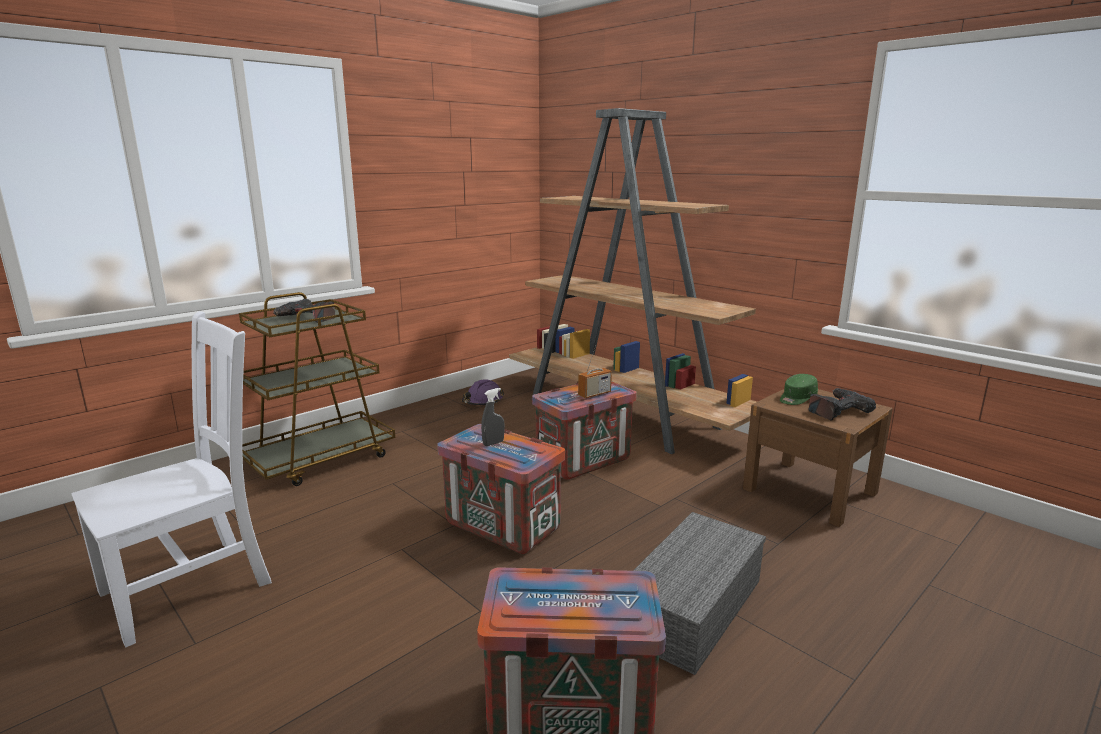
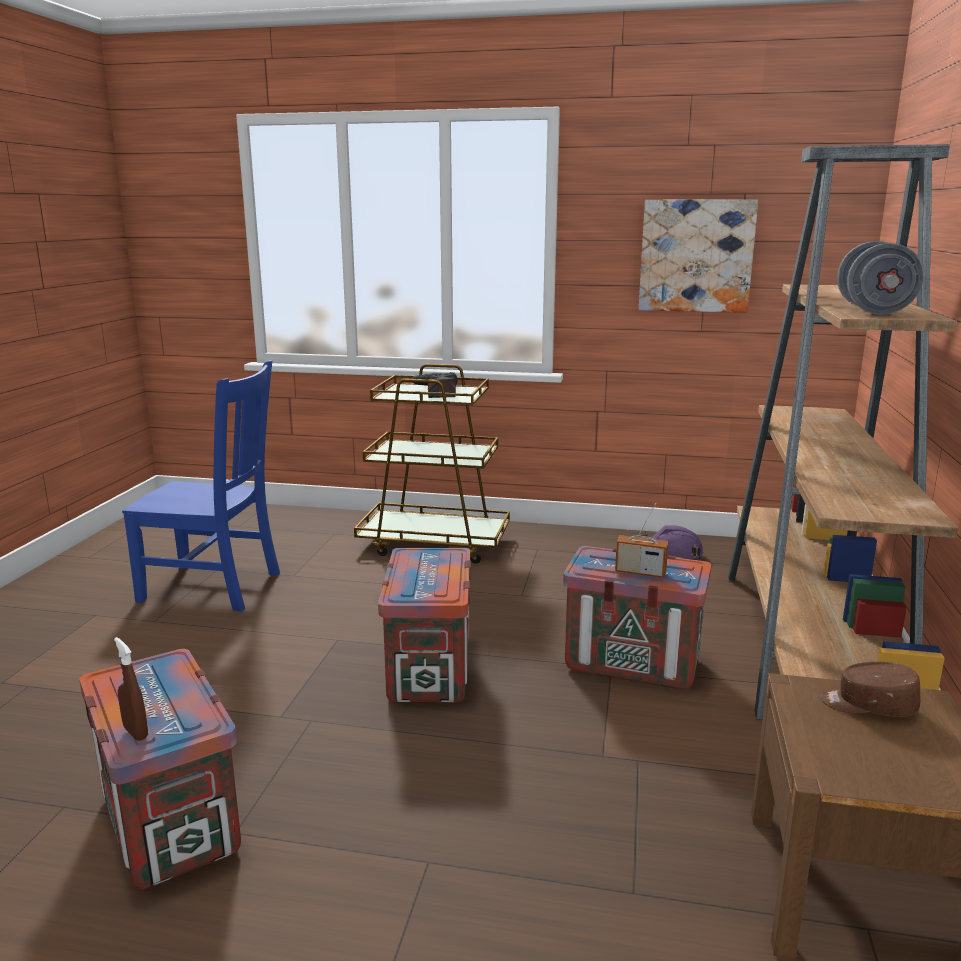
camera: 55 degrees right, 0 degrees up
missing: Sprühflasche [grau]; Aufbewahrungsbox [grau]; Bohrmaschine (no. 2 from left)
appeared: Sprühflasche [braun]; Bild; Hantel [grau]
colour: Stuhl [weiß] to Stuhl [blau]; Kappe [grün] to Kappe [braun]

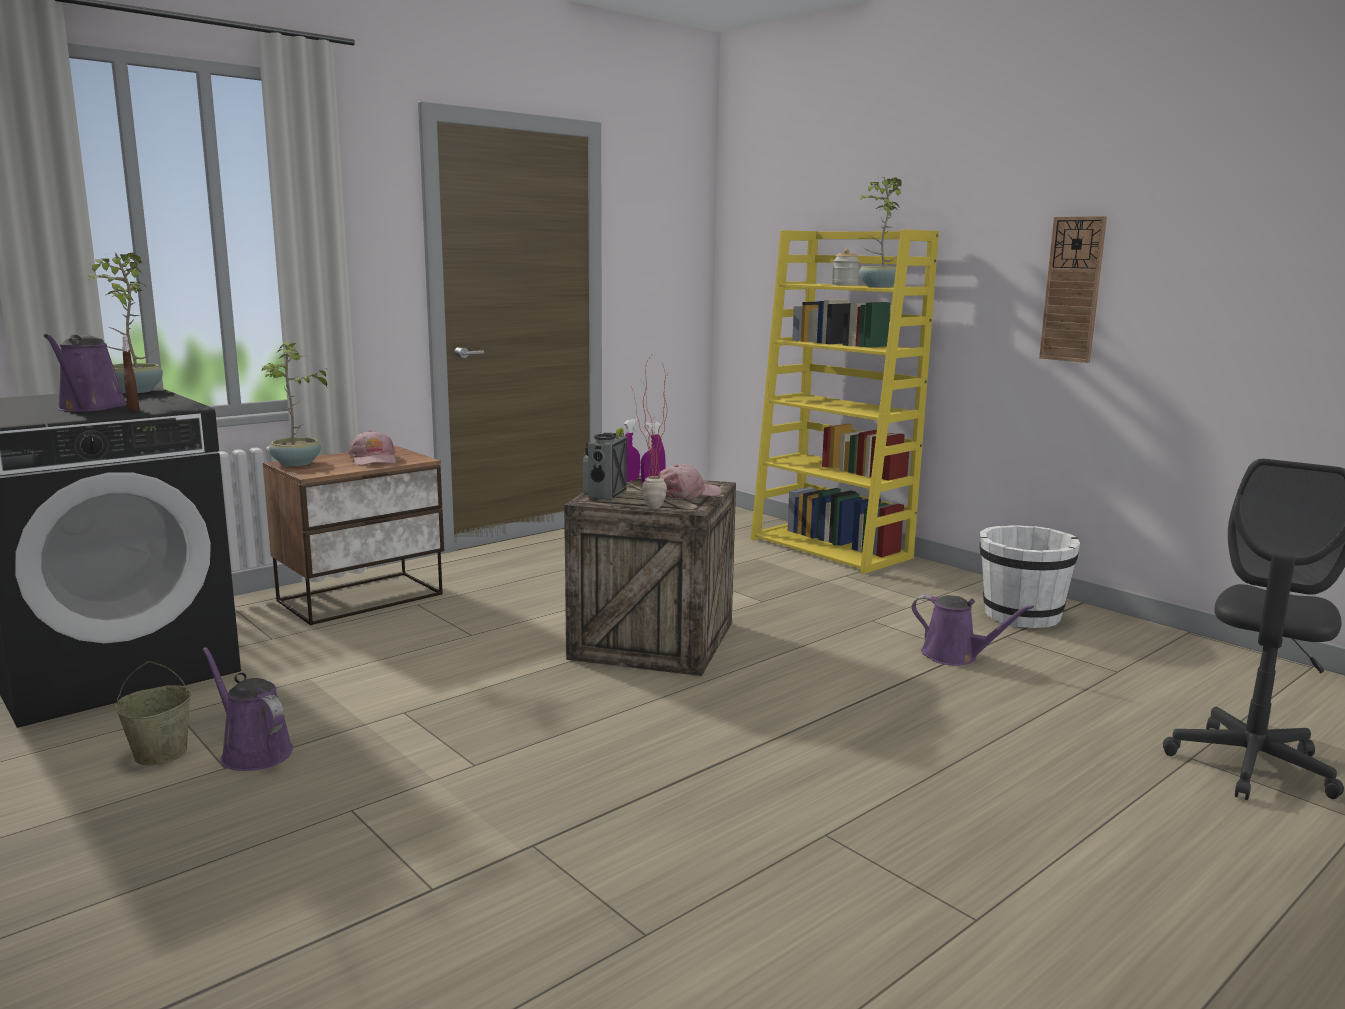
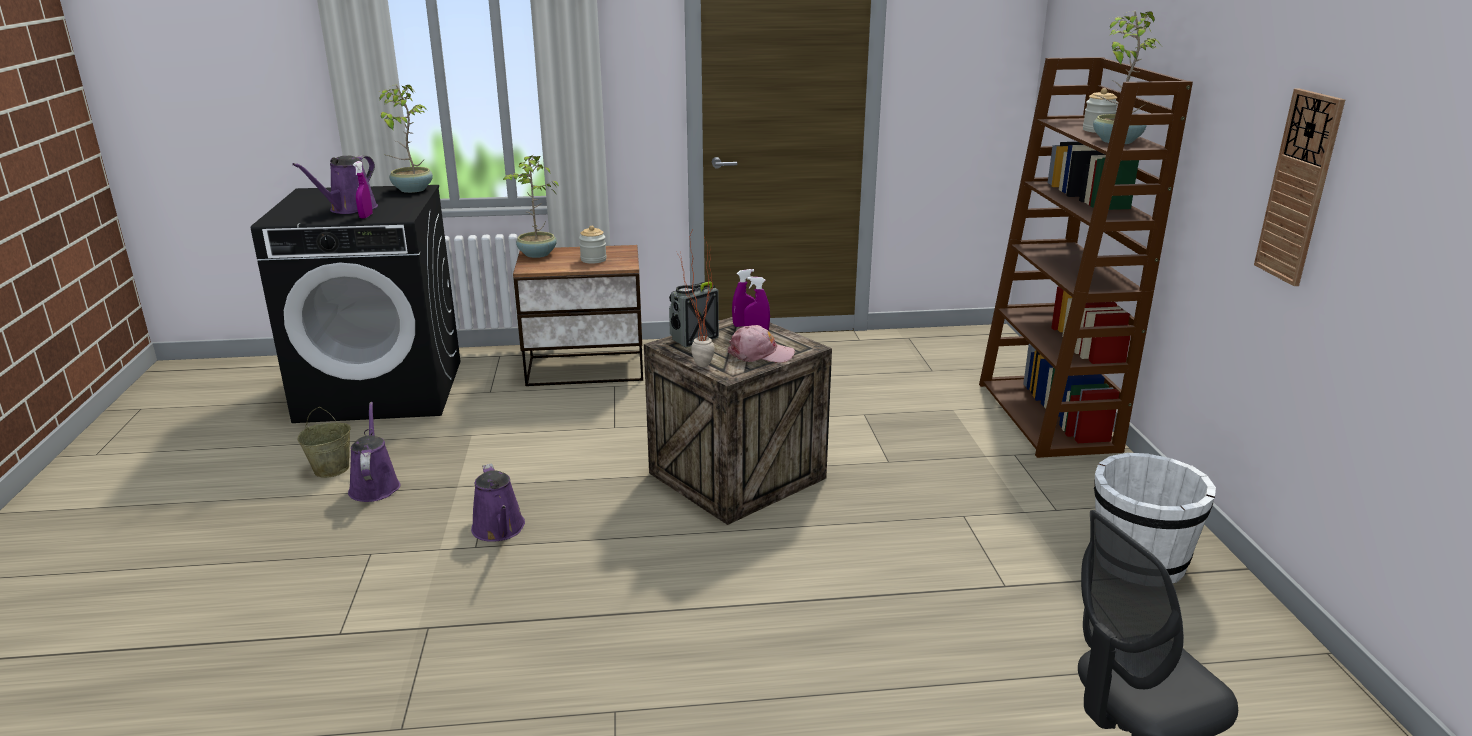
camera: 35 degrees right, 10 degrees up
relocated: Gießkanne [lila] (no. 3 from left)
exchanged: Kappe [rosa] (no. 1 from left) to Vorratsglas (no. 1 from left)
colour: Sprühflasche [braun] to Sprühflasche [lila] (no. 1 from left); Bücherregal [gelb] to Bücherregal [braun]

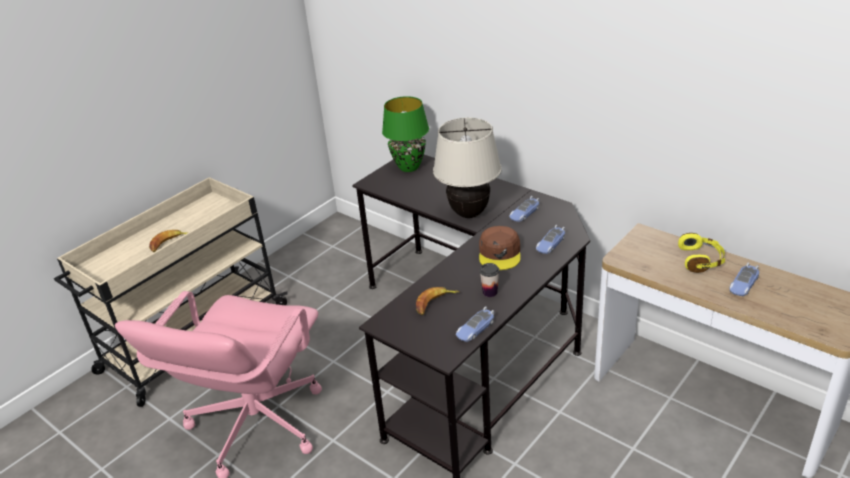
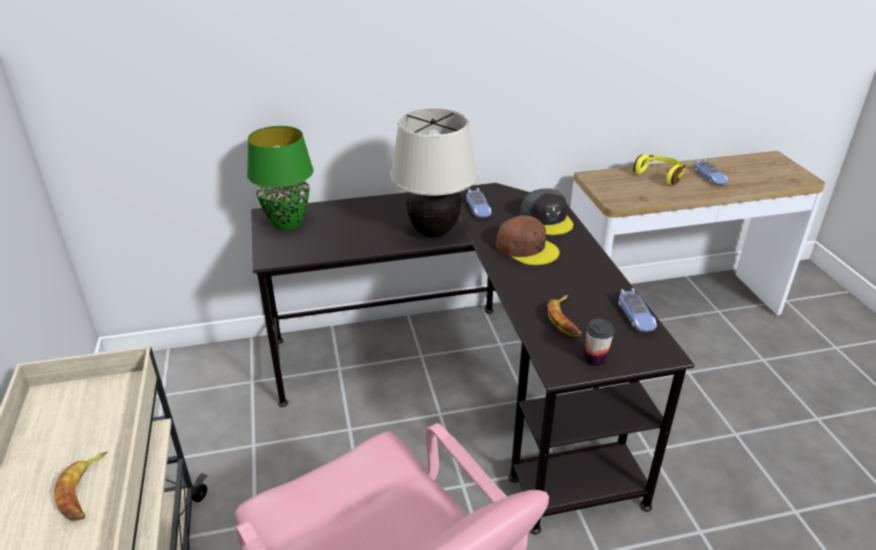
camera: 55 degrees left, 0 degrees up
relocated: Tasse
exchanged: Spielzeugauto (no. 3 from left) to Kappe [grau]

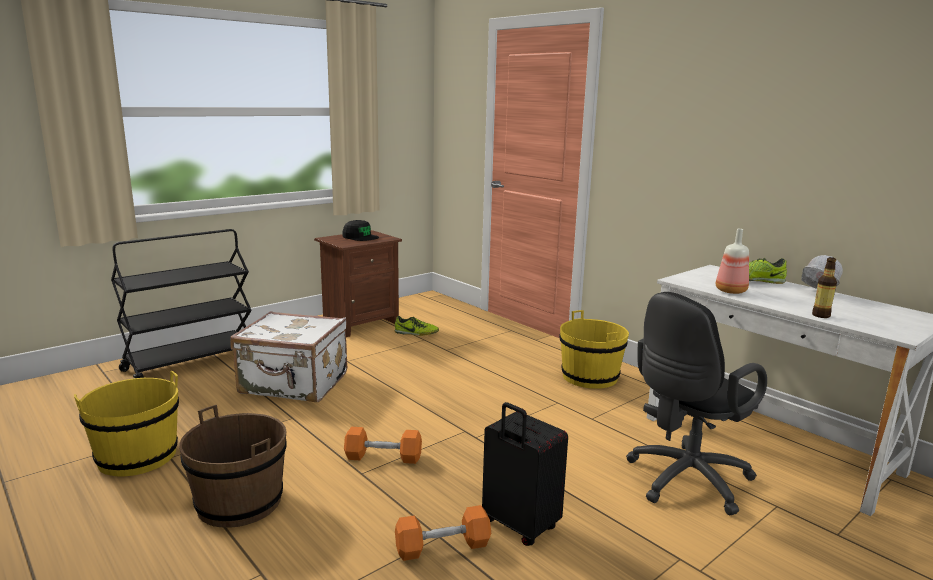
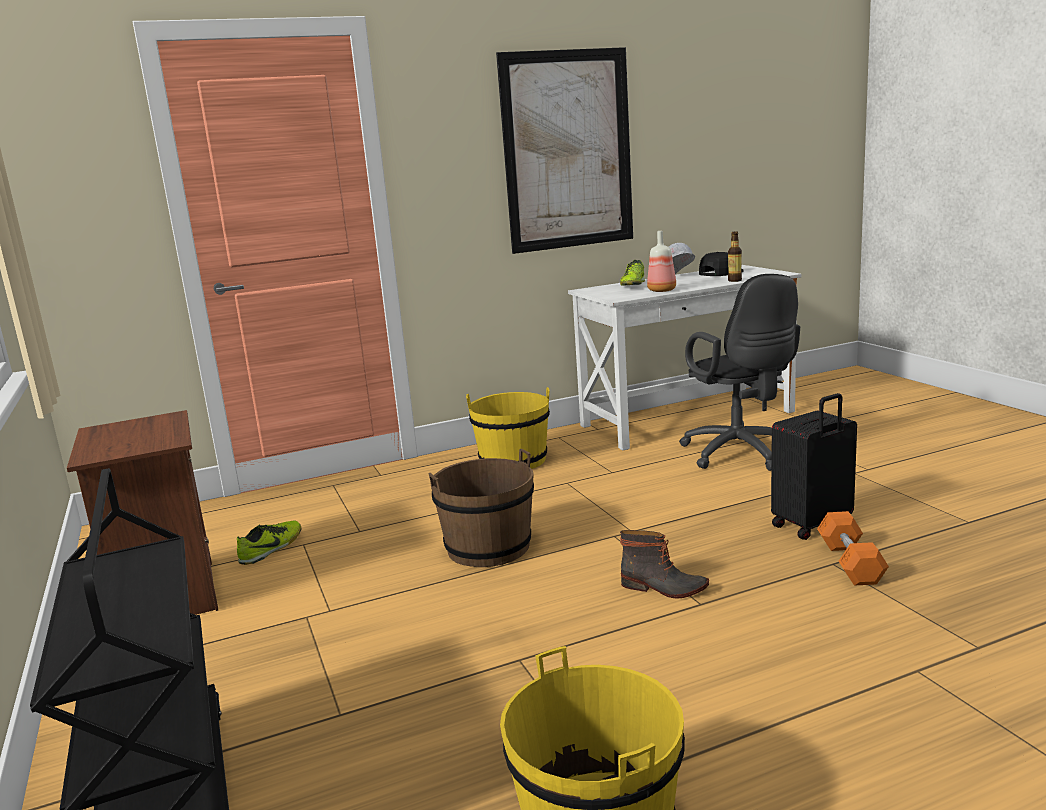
camera: 70 degrees left, 0 degrees up
missing: Koffer [weiß]
appeared: Bild
relocated: Eimer [braun]; Kappe [schwarz]
exchanged: Hantel [orange] (no. 1 from left) to Stiefel

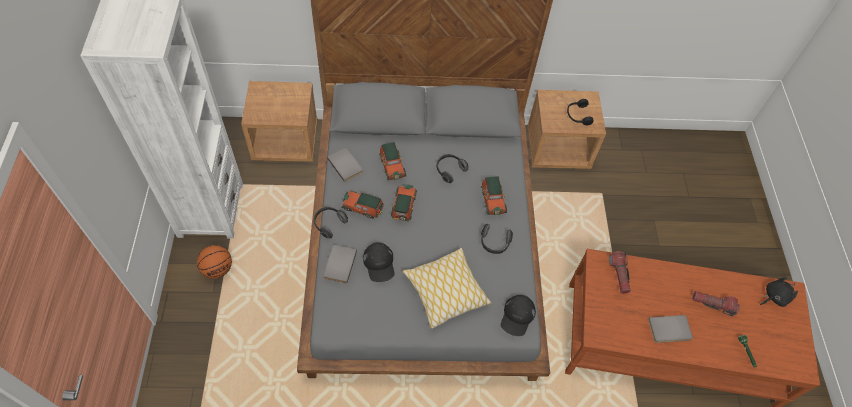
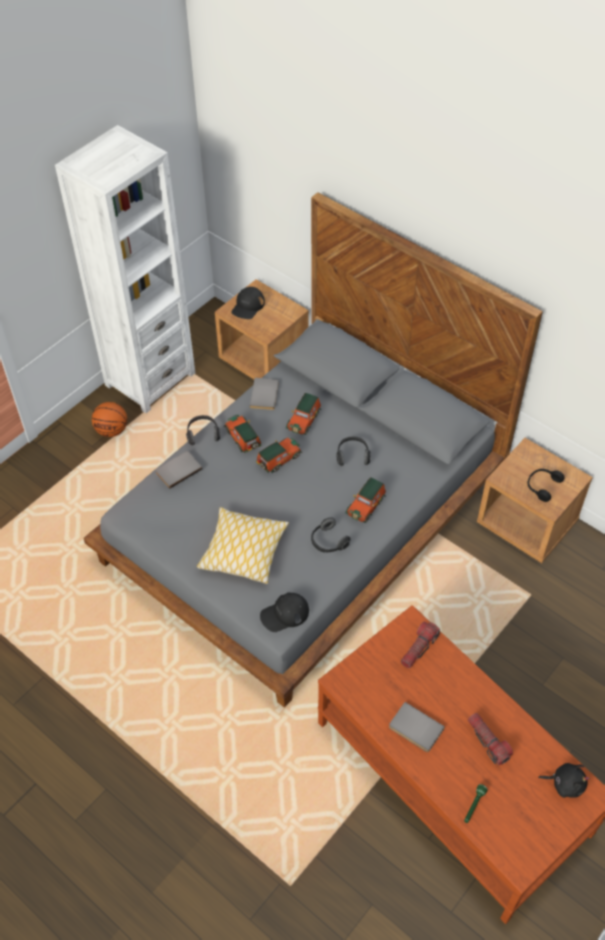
camera: 45 degrees right, 5 degrees down
relocated: Kappe [schwarz] (no. 1 from left)

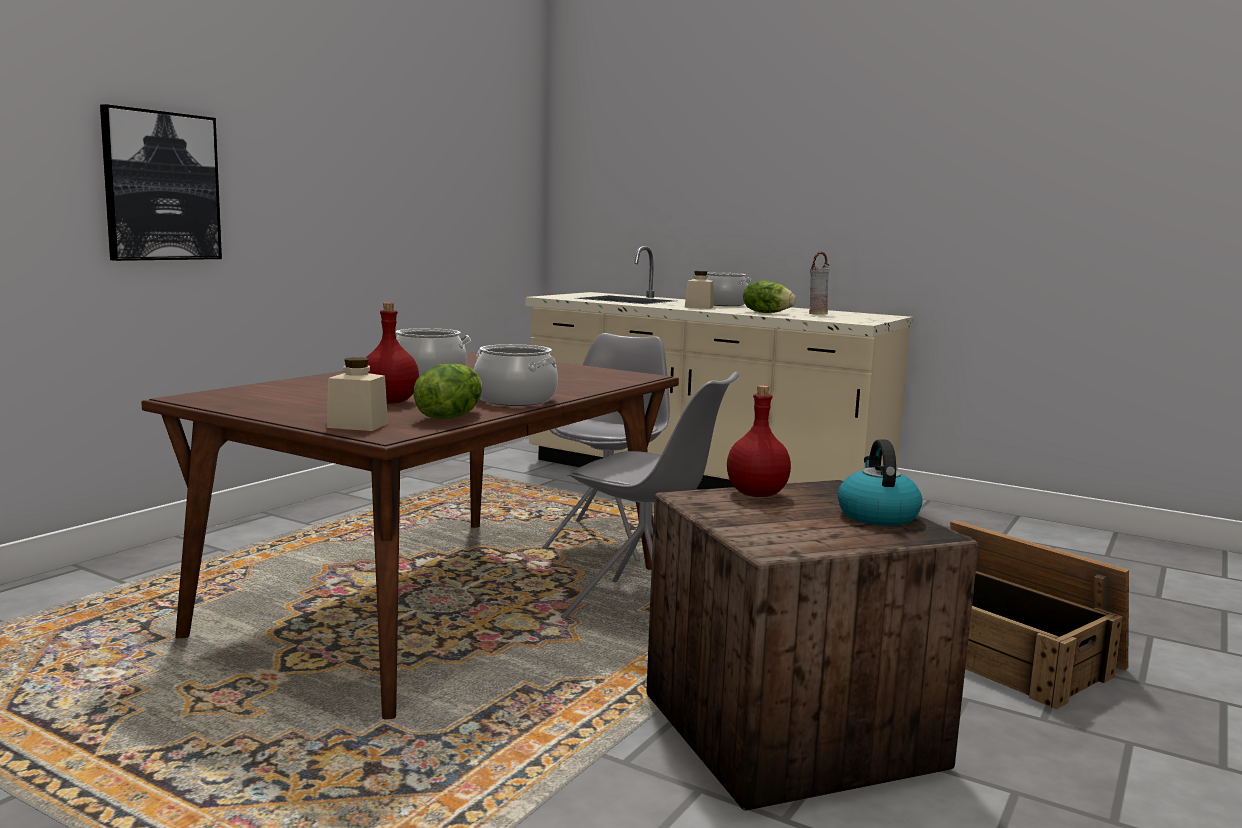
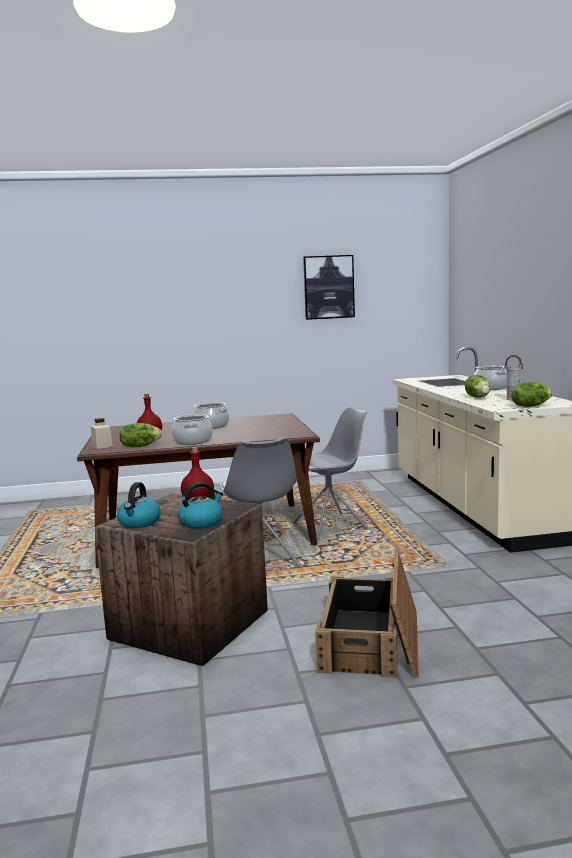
camera: 50 degrees right, 0 degrees up
missing: Vorratsglas [beige] (no. 2 from left)
appeared: Wasserkessel (no. 1 from left); Salatkopf (no. 3 from left)
relocated: Bild

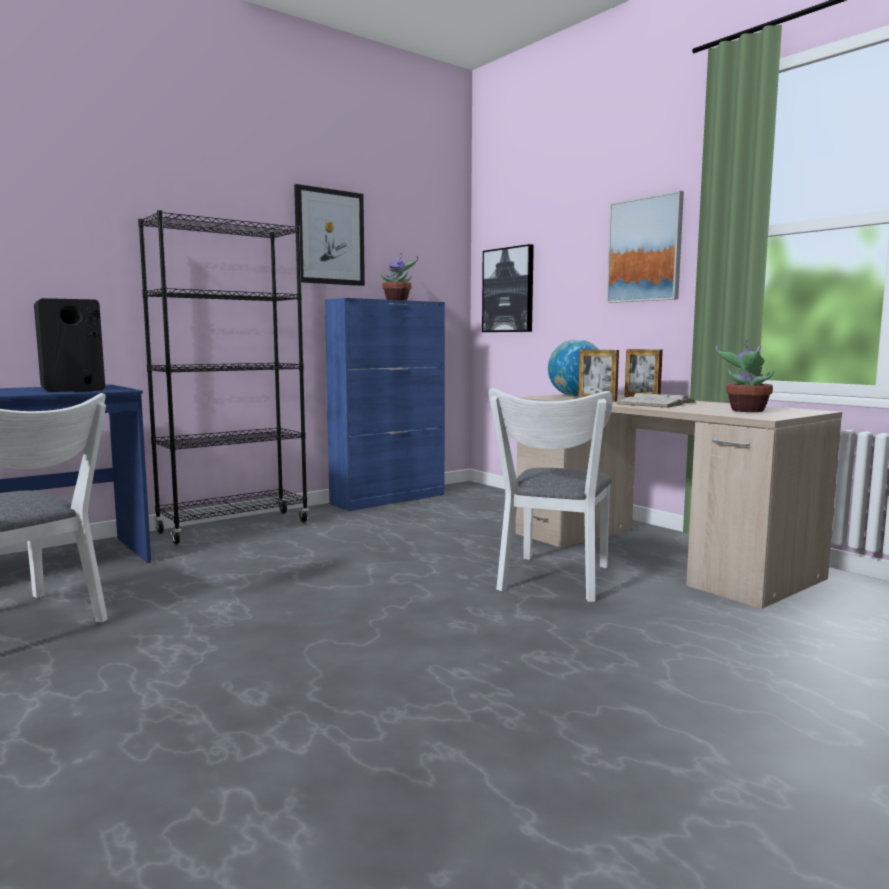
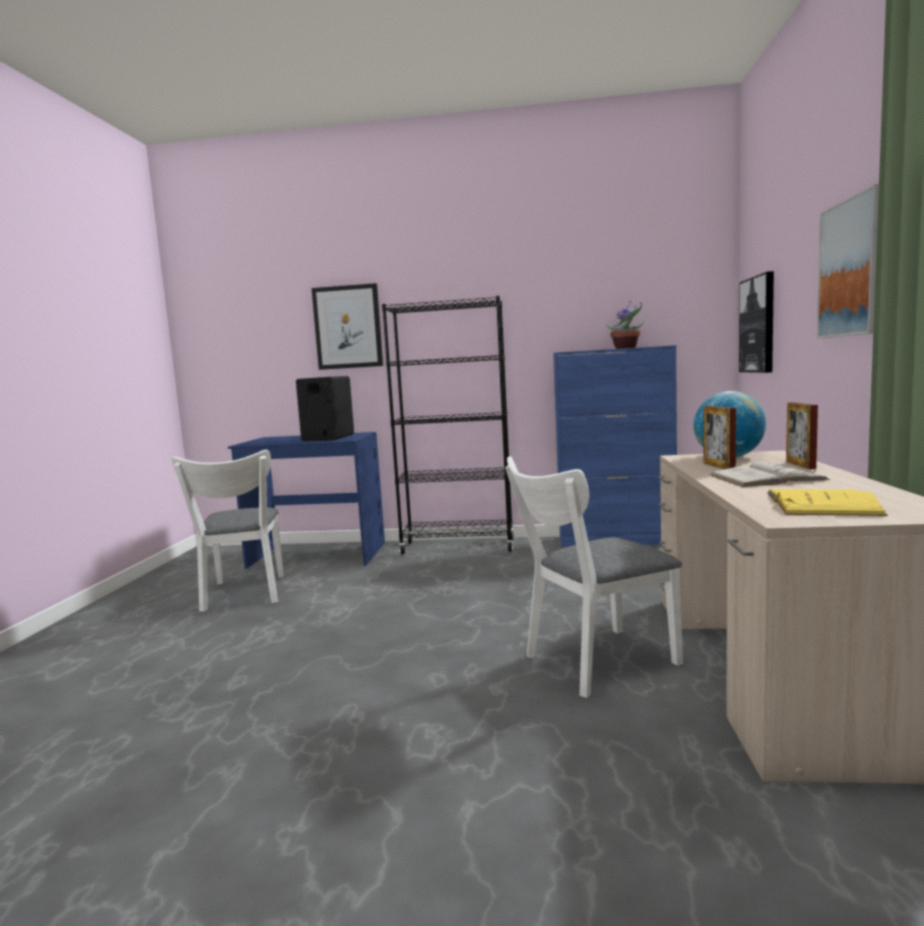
camera: 45 degrees right, 0 degrees up
relocated: Bild (no. 1 from left)
exchanged: Topfpflanze (no. 2 from left) to Buch [gelb]

